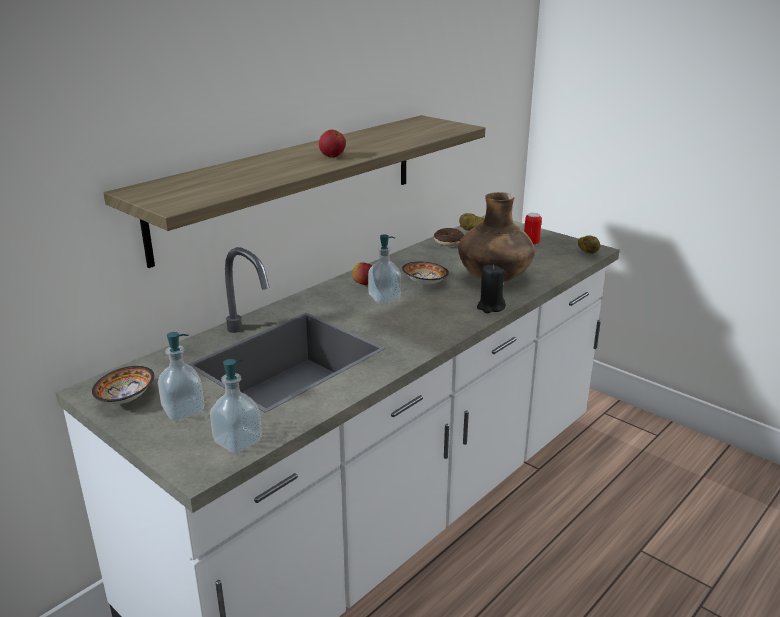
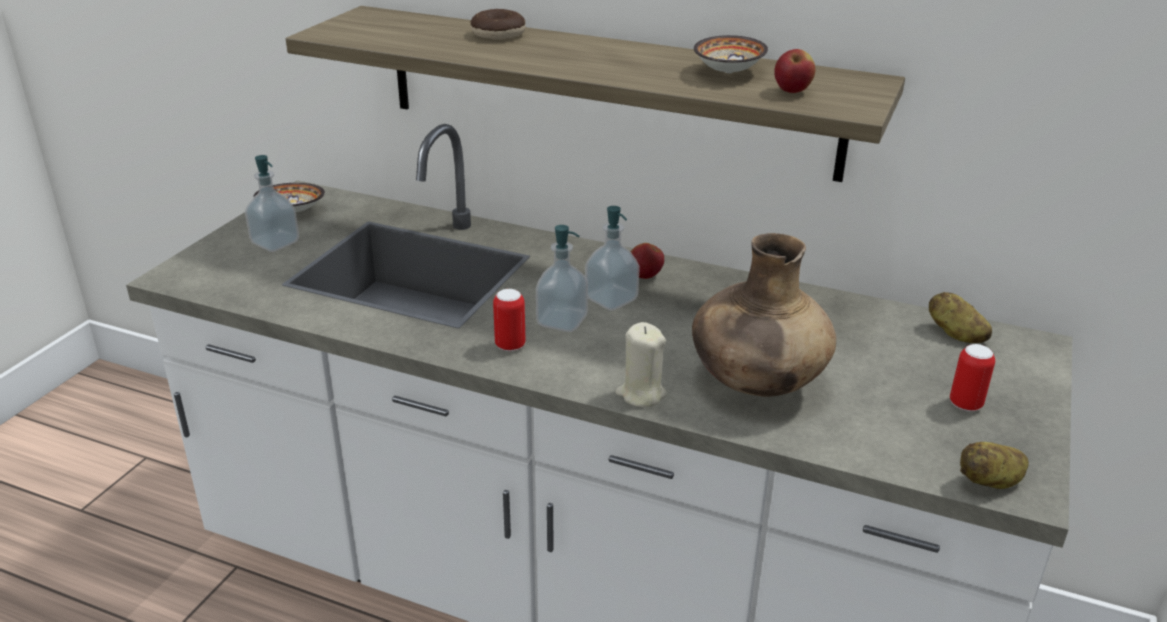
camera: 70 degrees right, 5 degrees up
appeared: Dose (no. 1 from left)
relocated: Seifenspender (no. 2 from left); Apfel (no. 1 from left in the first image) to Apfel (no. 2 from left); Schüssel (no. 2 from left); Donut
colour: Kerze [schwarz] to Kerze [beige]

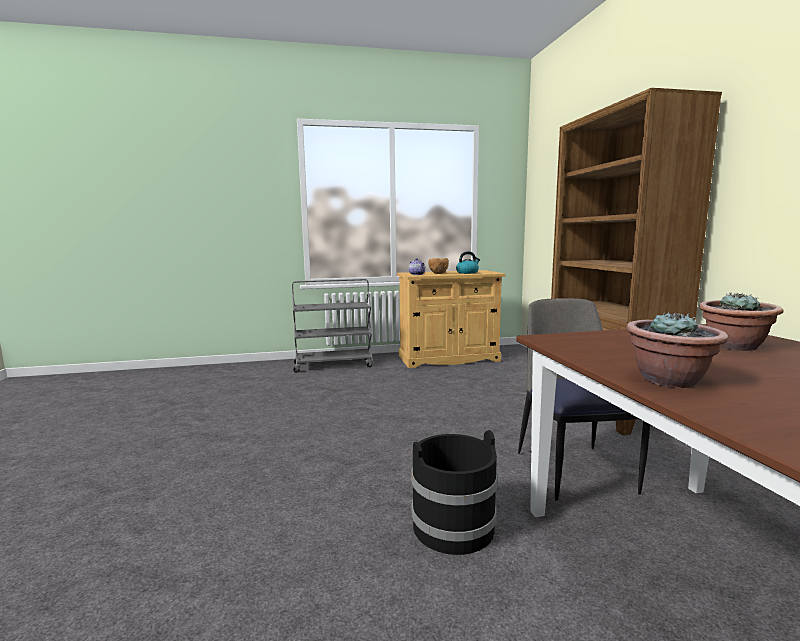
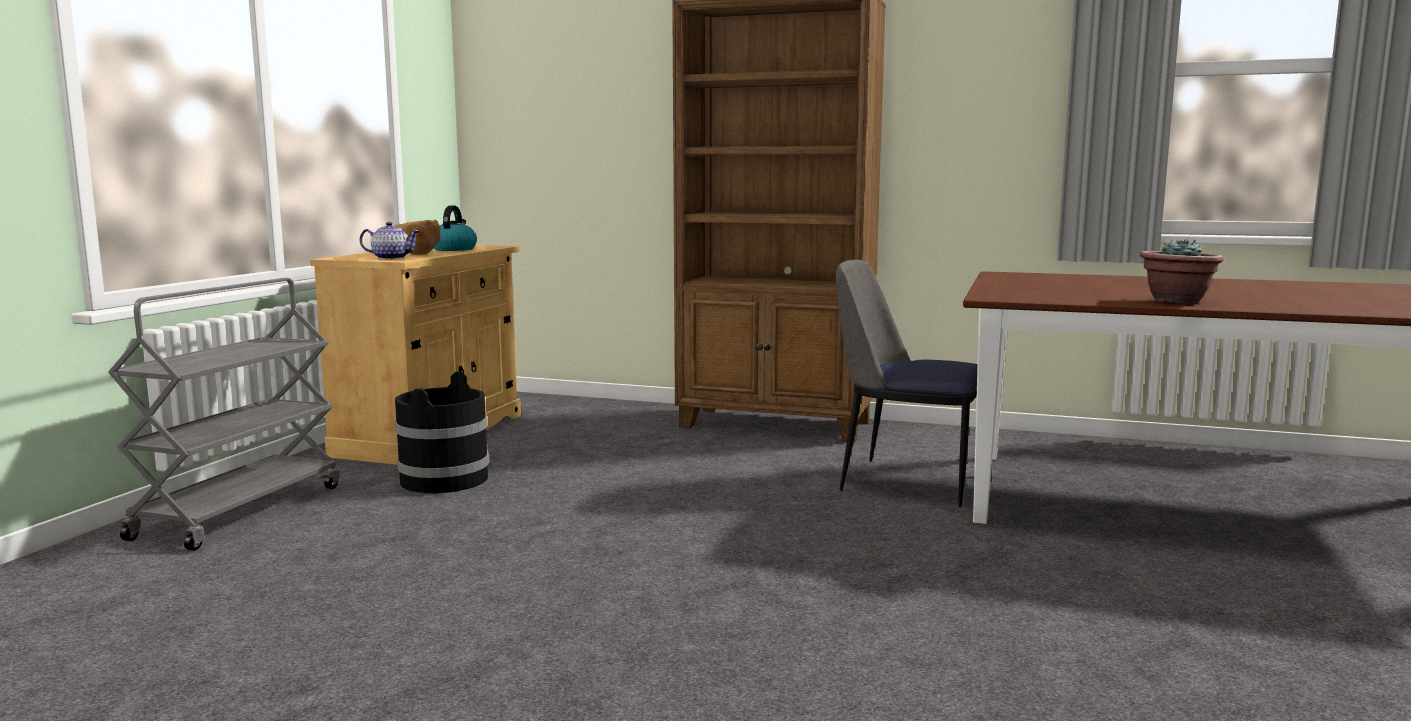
camera: 60 degrees left, 0 degrees up
missing: Topfpflanze (no. 2 from left)
relocated: Eimer [schwarz]

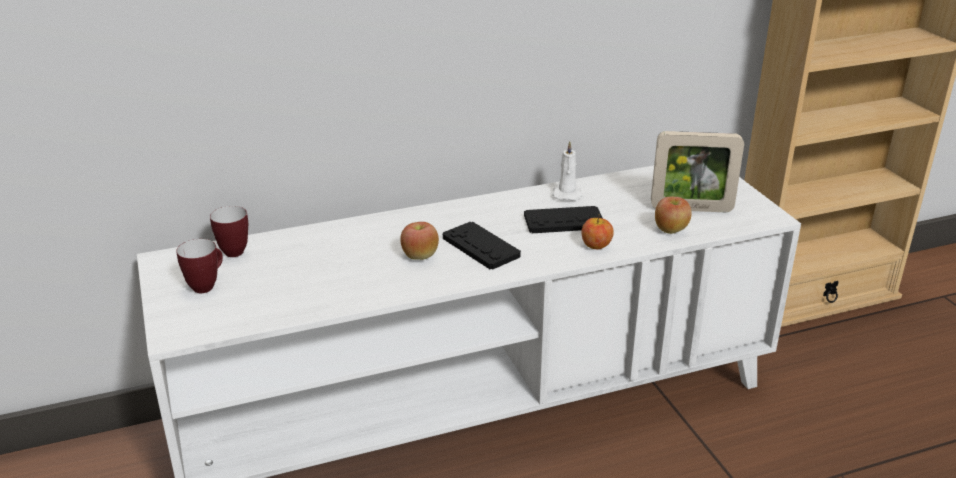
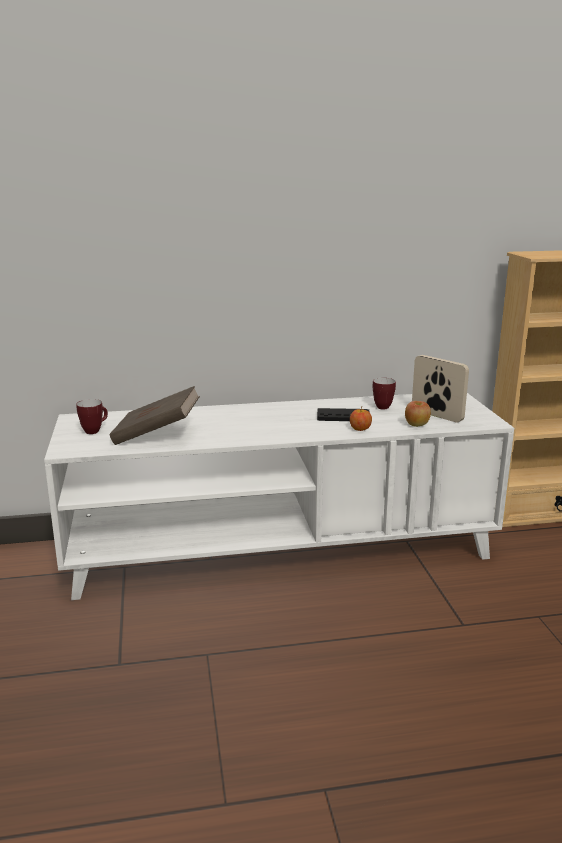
camera: 10 degrees right, 10 degrees down
missing: Apfel (no. 1 from left); Gamepad [schwarz] (no. 1 from left); Kerze [weiß]
appeared: Buch [braun]
relocated: Henkelbecher (no. 2 from left)
spun: Bilderrahmen 150 degrees counterclockwise

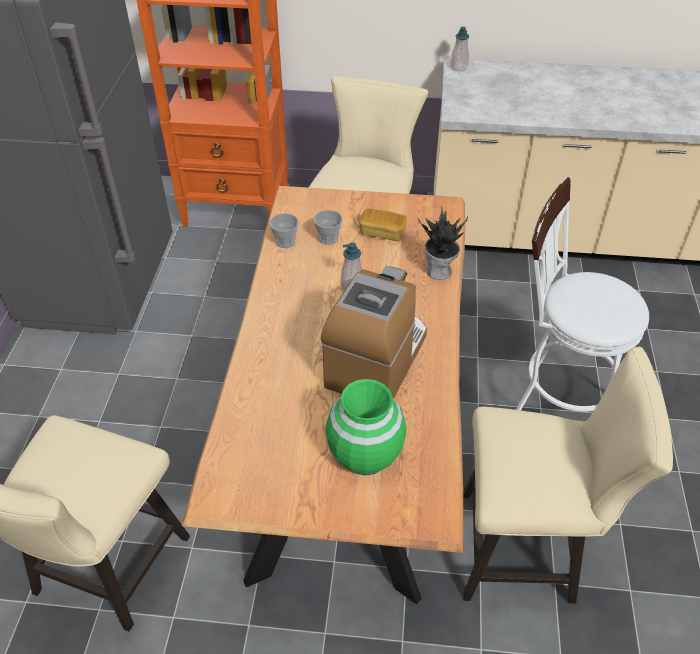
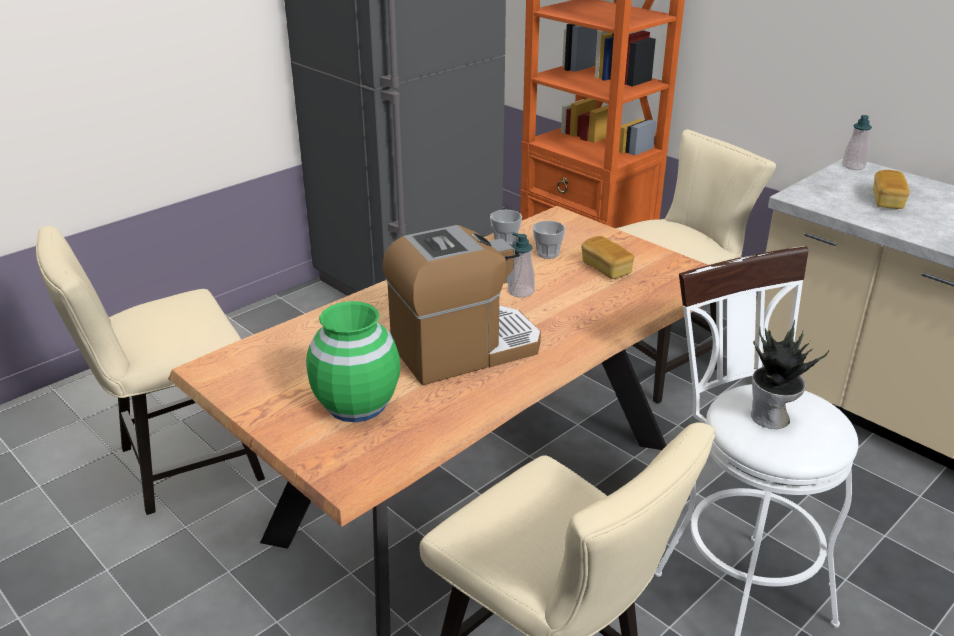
camera: 40 degrees right, 15 degrees down
appeared: Brot (no. 2 from left)
relocated: Topfpflanze

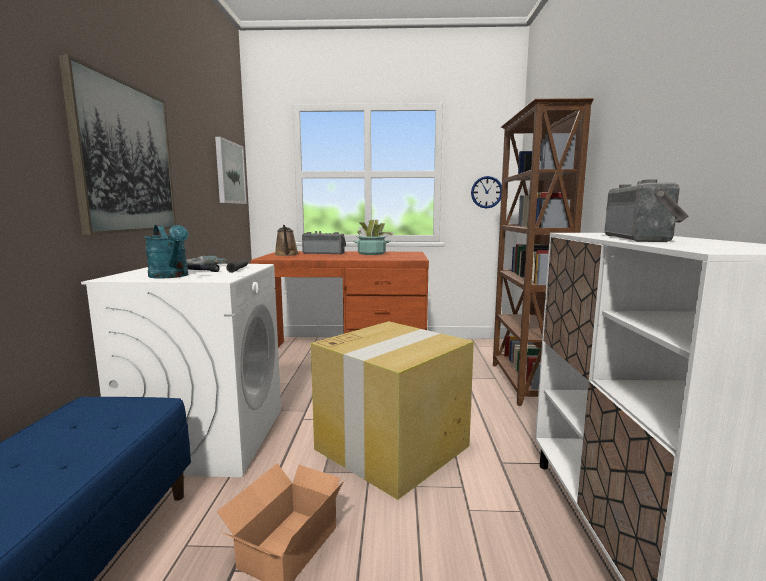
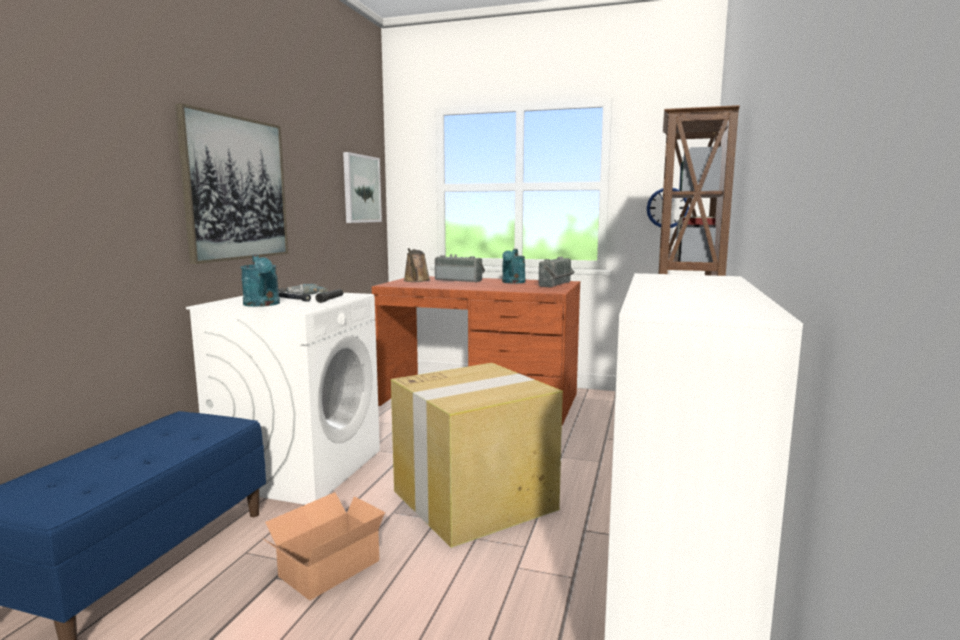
camera: 15 degrees right, 0 degrees up
relocated: Radio (no. 2 from left)
exchanged: Topfpflanze to Gießkanne [türkis] (no. 2 from left)

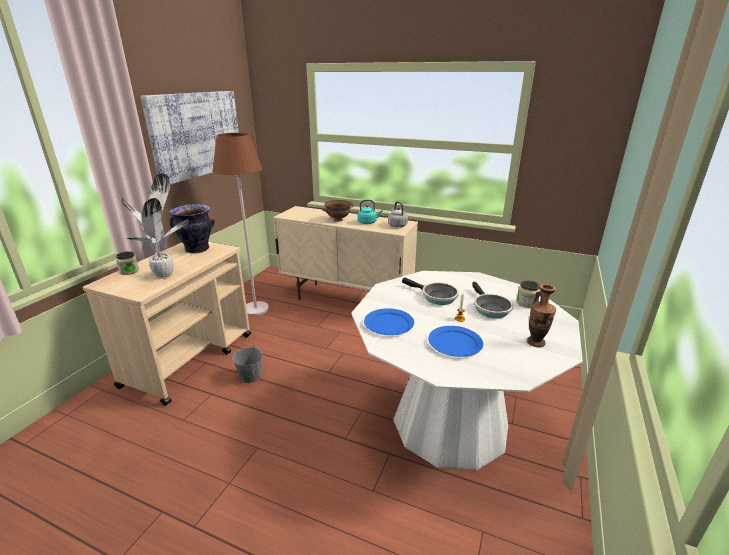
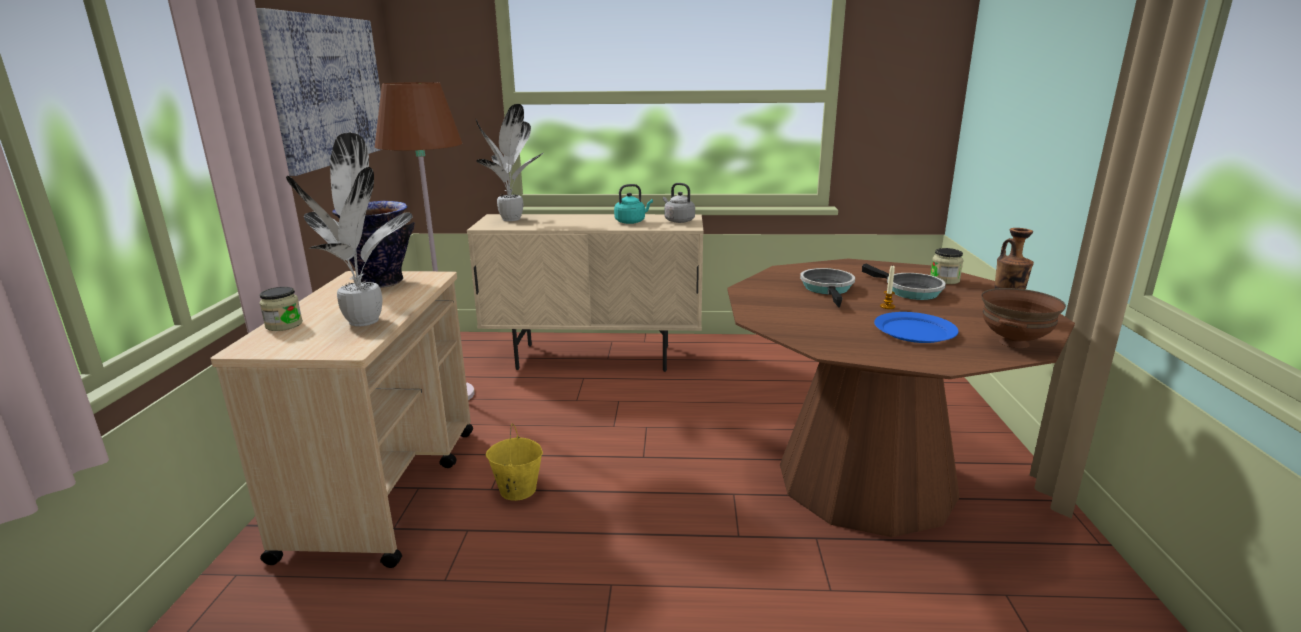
camera: 20 degrees left, 5 degrees down
missing: Teller [blau] (no. 1 from left)
appeared: Topfpflanze (no. 2 from left)
relocated: Schüssel [braun]
colour: Eimer [grau] to Eimer [gelb]; Esstisch [weiß] to Esstisch [braun]
spun: Pfanne (no. 1 from left) 105 degrees counterclockwise

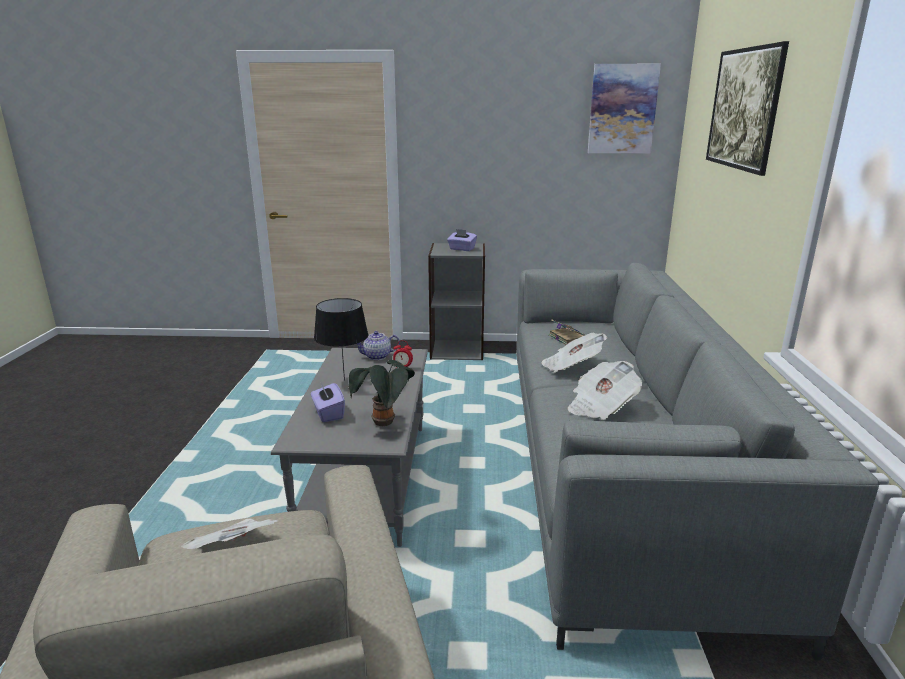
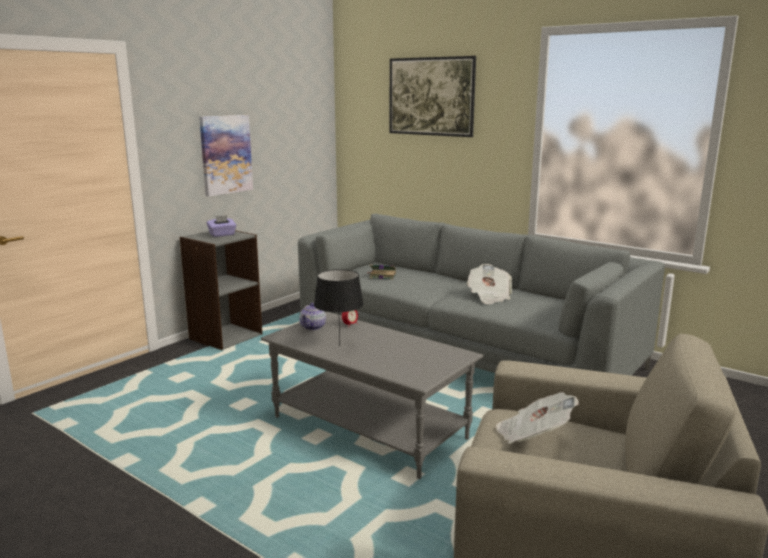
camera: 55 degrees left, 5 degrees down
missing: Taschentuchbox [lila] (no. 1 from left); Topfpflanze; Zeitung (no. 2 from left)
relocated: Bild (no. 1 from left)

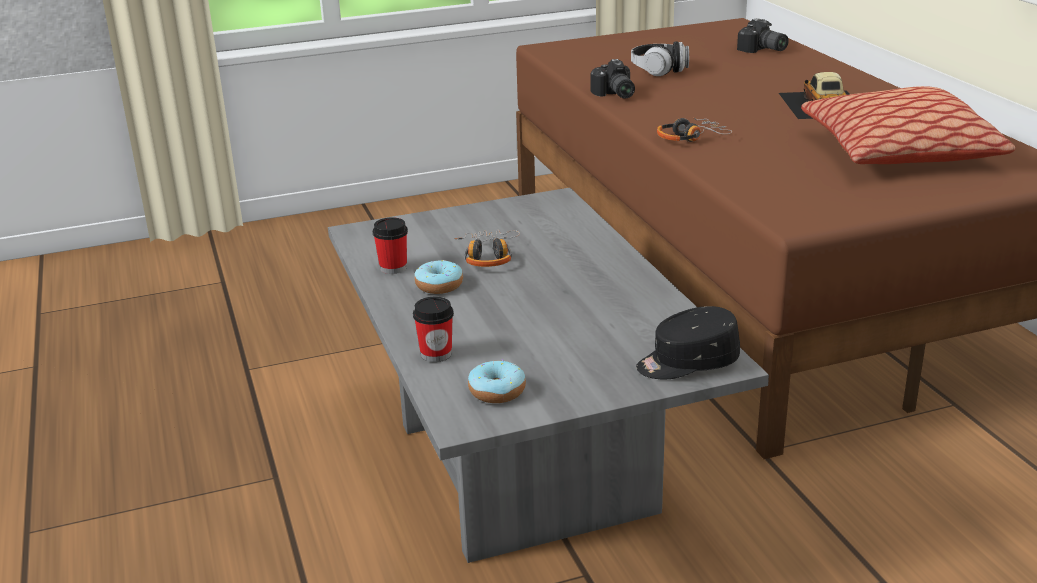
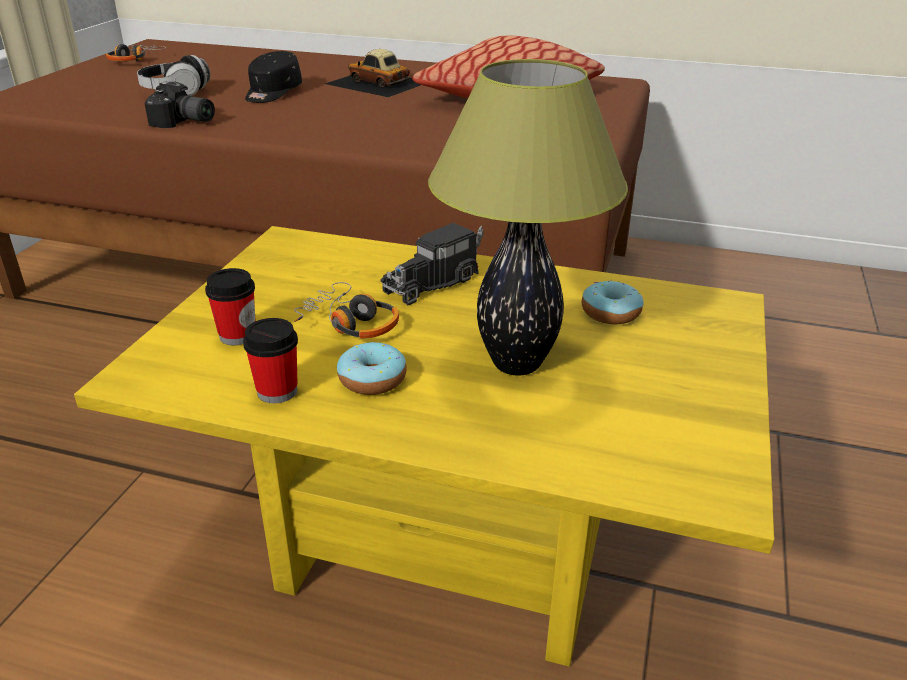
camera: 55 degrees left, 5 degrees up
missing: Kamera (no. 2 from left)
appeared: Spielzeuglaster; Tischlampe
relocated: Tasse (no. 2 from left in the first image) to Tasse (no. 1 from left); Donut (no. 2 from left); Kappe [schwarz]; Kopfhörer (no. 3 from left in the first image) to Kopfhörer (no. 1 from left)
colour: Couchtisch [grau] to Couchtisch [gelb]

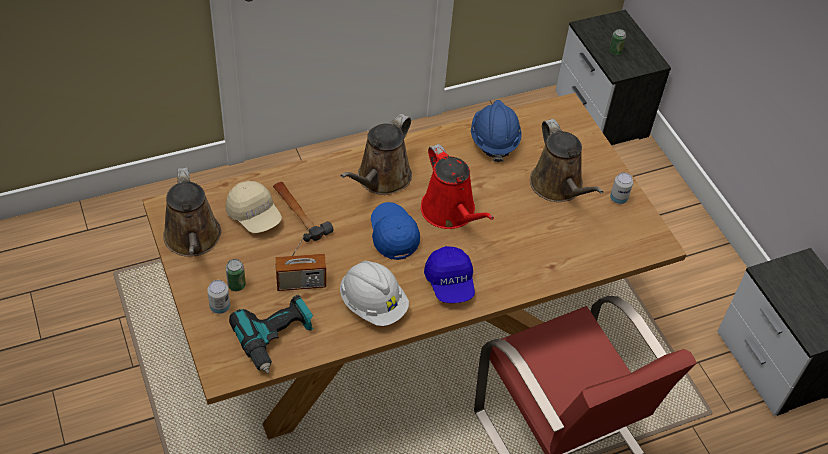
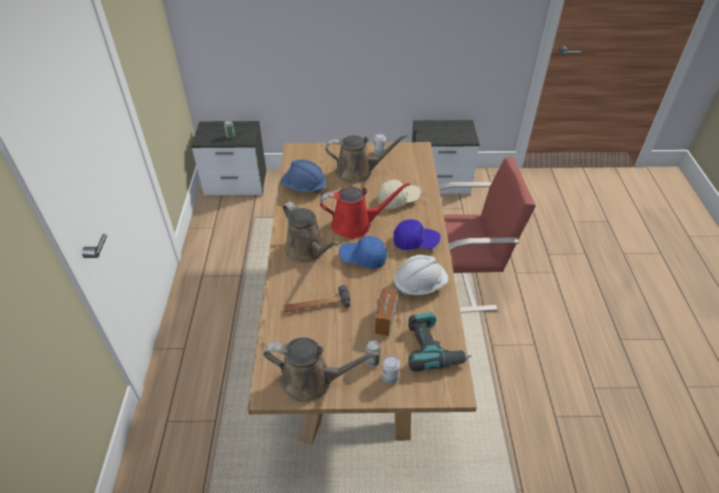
camera: 65 degrees left, 5 degrees down
relocated: Kappe [beige]

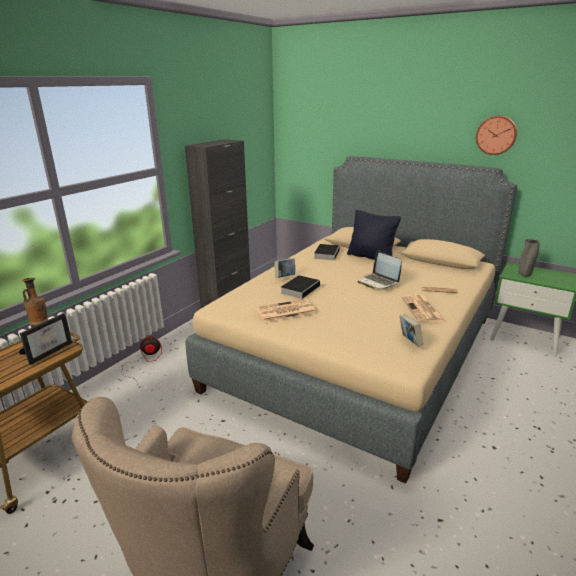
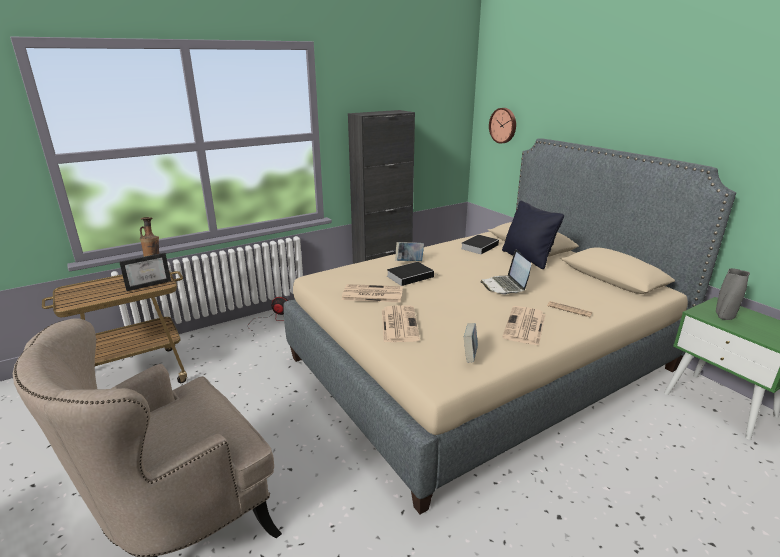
camera: 25 degrees right, 0 degrees up
appeared: Zeitung (no. 2 from left)
relocated: Wanduhr

